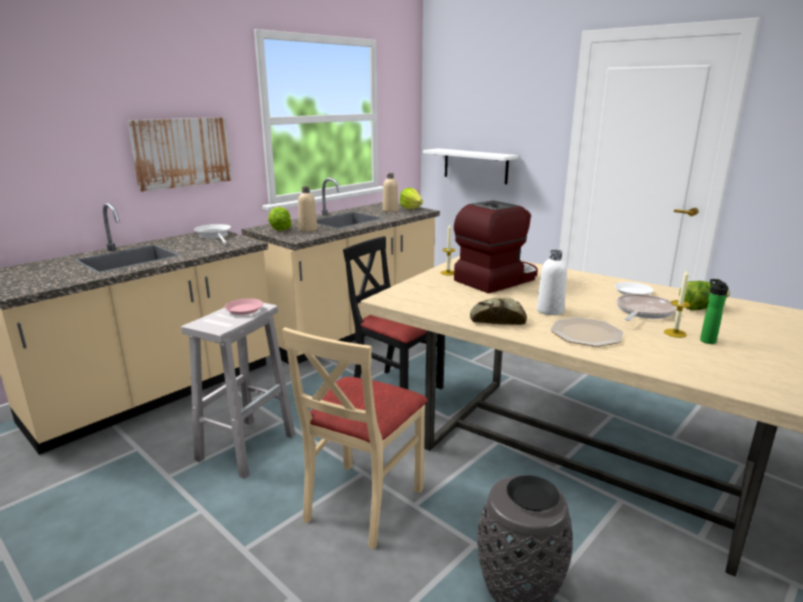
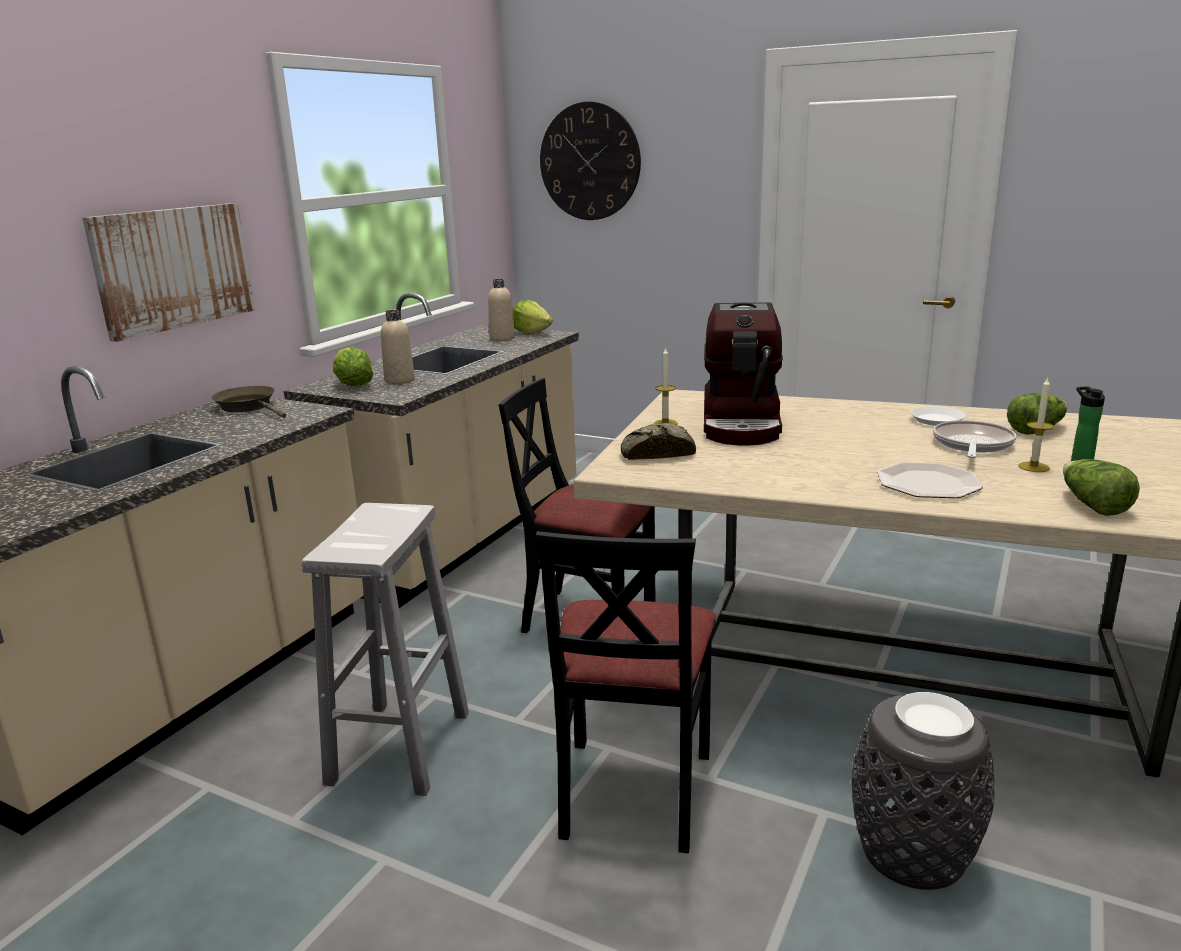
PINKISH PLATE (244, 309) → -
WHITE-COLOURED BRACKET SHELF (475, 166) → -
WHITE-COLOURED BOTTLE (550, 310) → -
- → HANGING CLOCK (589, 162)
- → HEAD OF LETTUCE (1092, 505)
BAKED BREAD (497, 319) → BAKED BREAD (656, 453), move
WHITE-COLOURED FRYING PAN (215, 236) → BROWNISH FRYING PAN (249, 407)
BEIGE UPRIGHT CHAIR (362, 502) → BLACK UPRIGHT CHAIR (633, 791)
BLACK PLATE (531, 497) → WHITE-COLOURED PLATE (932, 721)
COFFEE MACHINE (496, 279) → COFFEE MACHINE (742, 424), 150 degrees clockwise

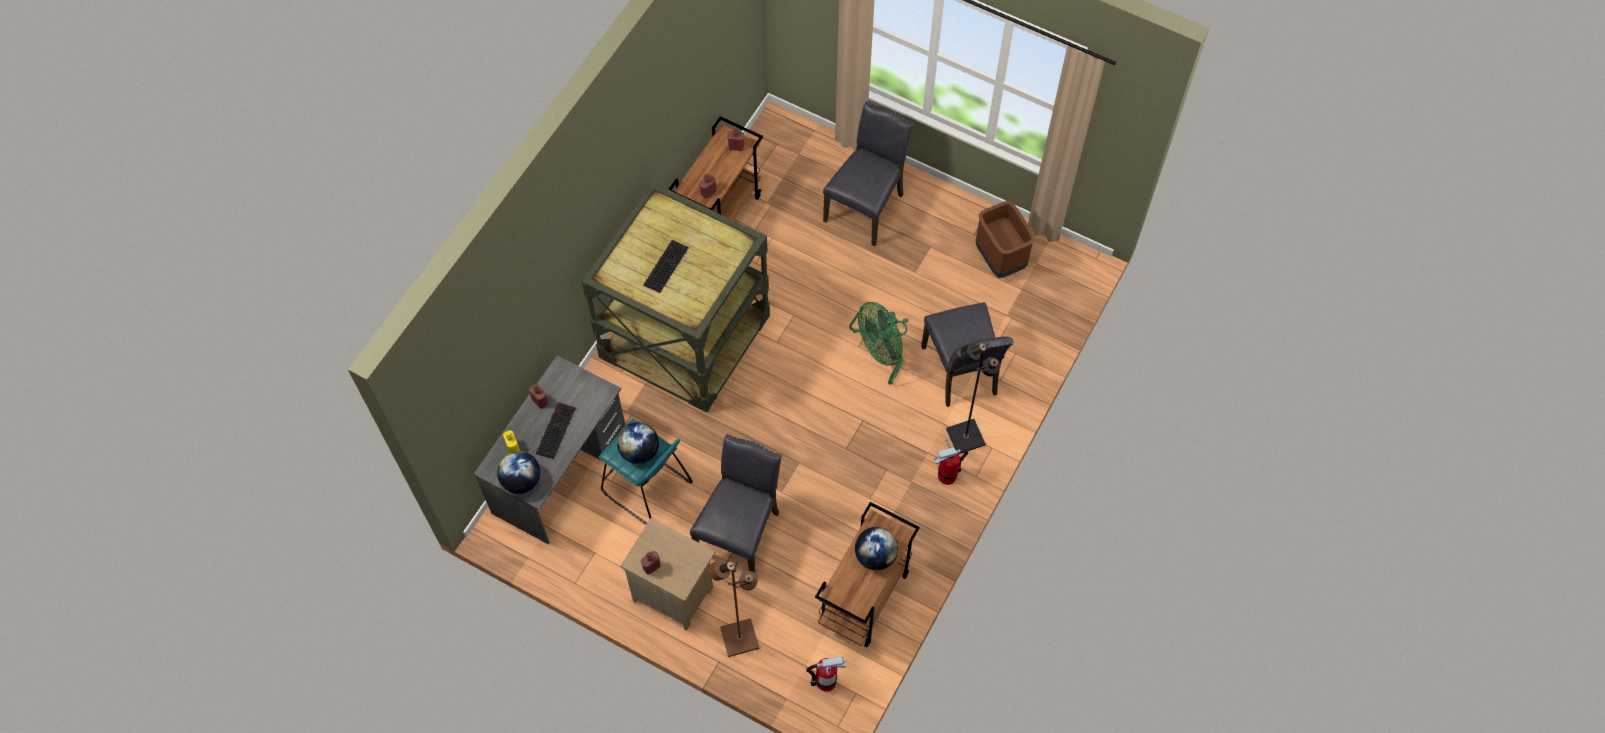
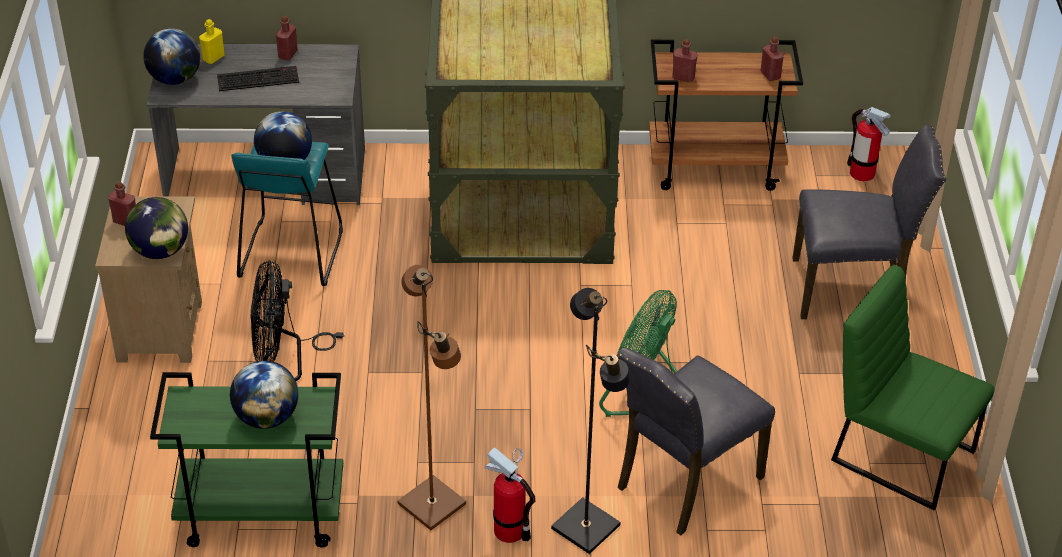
COMPUTER KEYBOARD (665, 265) → -
- → WORLD GLOBE (160, 251)
BROWNISH STANDING LAMP (739, 638) → BROWNISH STANDING LAMP (432, 504), move
FIRE-FIGHTING CYLINDER (825, 681) → FIRE-FIGHTING CYLINDER (861, 173), move
GREY UPRIGHT CHAIR (740, 532) → BLACK COOLING FAN (284, 357)
BROWNISH TRASH CAN (999, 260) → GREENISH UPRIGHT CHAIR (899, 453)
BROWNISH TROLLEY (864, 599) → GREENISH TROLLEY (260, 516)

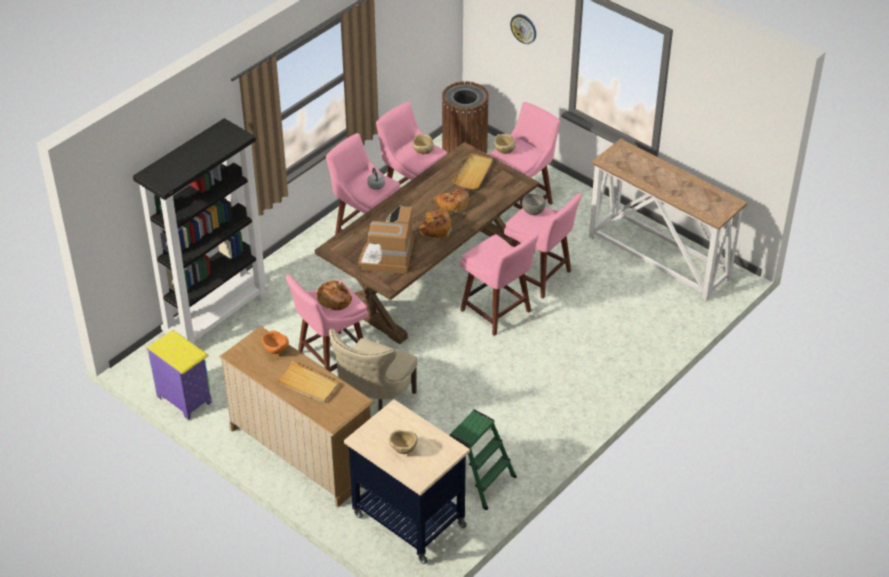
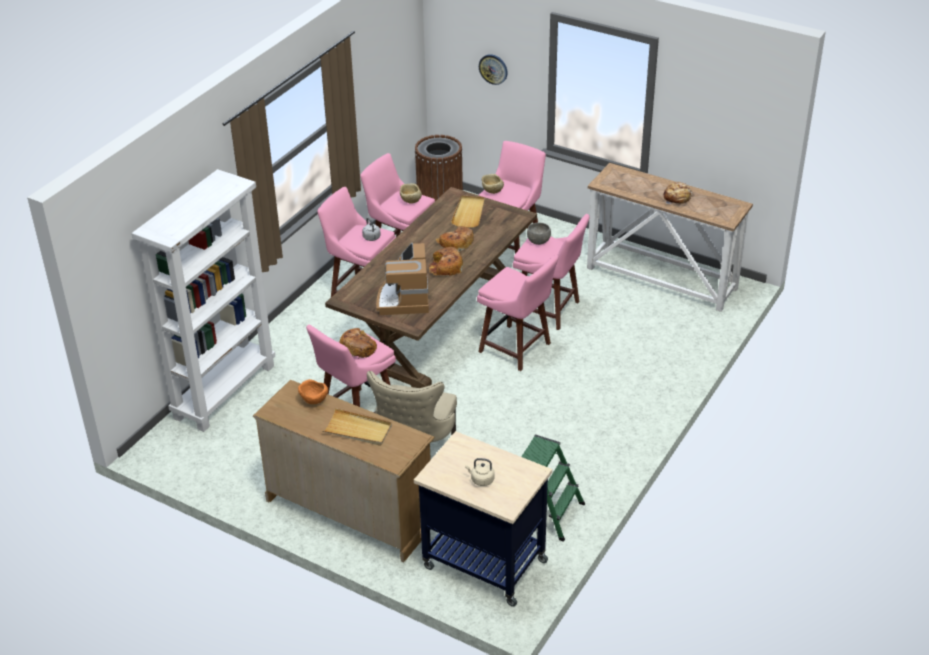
NIGHTSTAND (184, 398) → -
- → BAKED BREAD (677, 198)
BEIGE SERVING BOWL (403, 450) → BEIGE TEA KETTLE (481, 480)
BLACK BOOKSHELF (217, 316) → WHITE-COLOURED BOOKSHELF (224, 391)

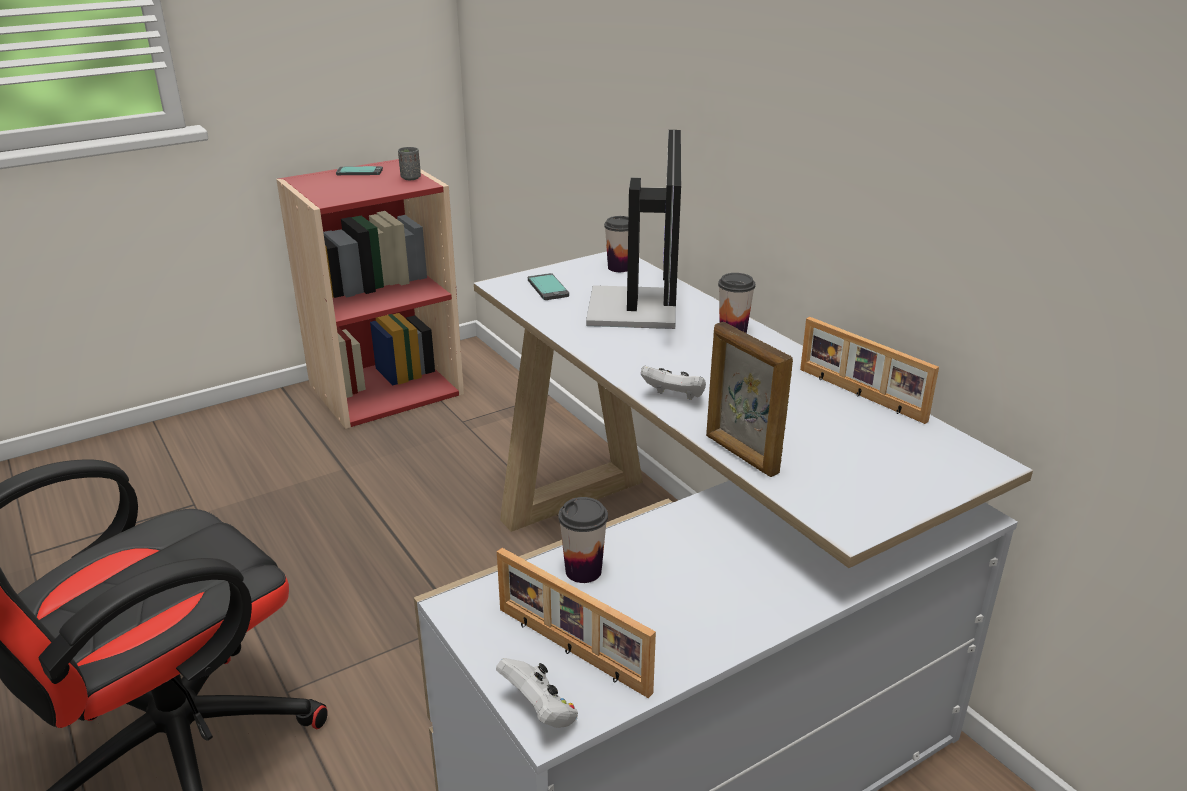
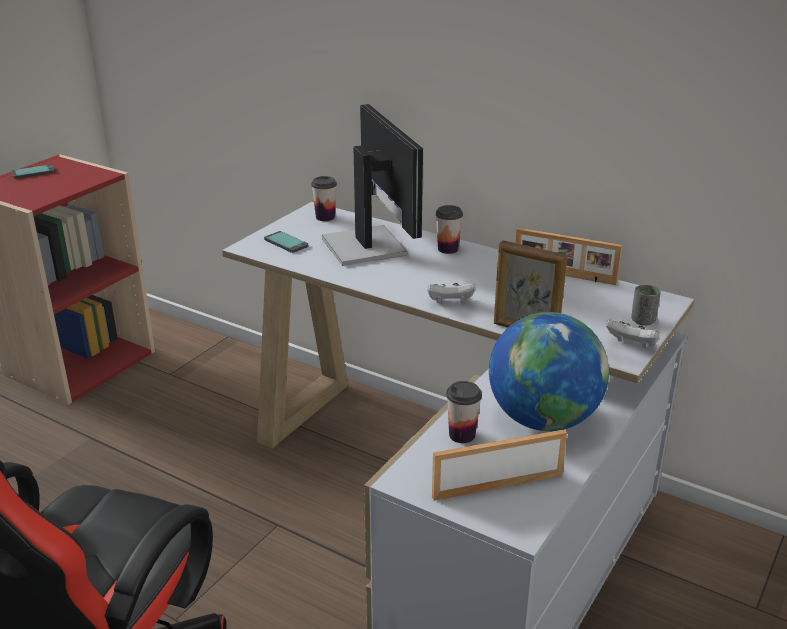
- → WORLD GLOBE (543, 419)
GREY DRINKING CUP (410, 178) → GREY DRINKING CUP (643, 321), move
WHITE-COLOURED JOYPAD (540, 712) → WHITE-COLOURED JOYPAD (631, 345), move
STANDING FRAME (570, 651) → STANDING FRAME (497, 485), 150 degrees clockwise

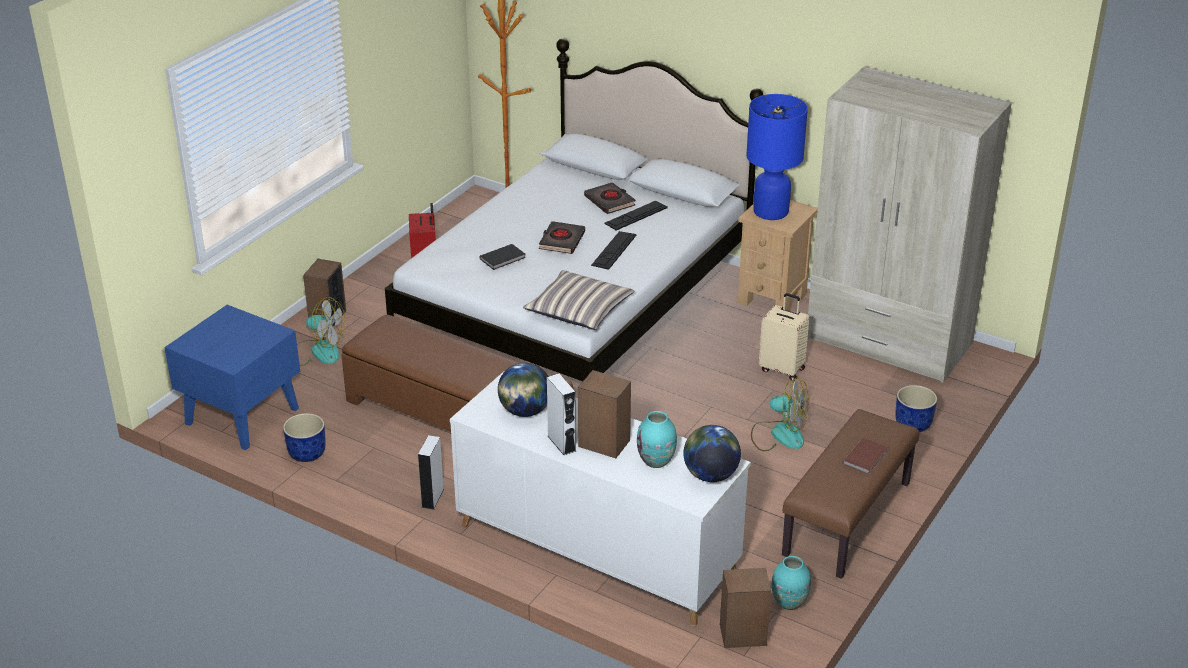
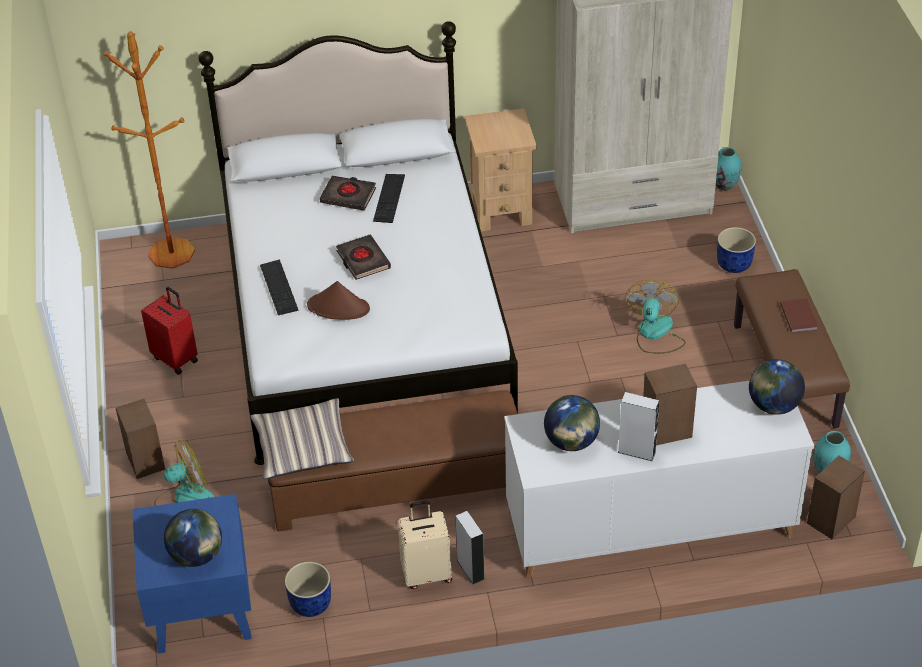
BLUE-COLOURED LAMP FOR A TABLE (771, 212) → -
- → WORLD GLOBE (197, 555)
THROW PILLOW (579, 310) → THROW PILLOW (303, 447), move
COMPUTER KEYBOARD (614, 250) → COMPUTER KEYBOARD (278, 287), move
BLUE-GREEN DECORATIVE VASE (656, 461) → BLUE-GREEN DECORATIVE VASE (724, 185), move
BEIGE TRAVEL CASE (782, 369) → BEIGE TRAVEL CASE (426, 574), move
BLACK BOOK (503, 258) → BROWNISH WEARABLE HAT (338, 307)
COOLING FAN (779, 434) → COOLING FAN (655, 334), 60 degrees counterclockwise

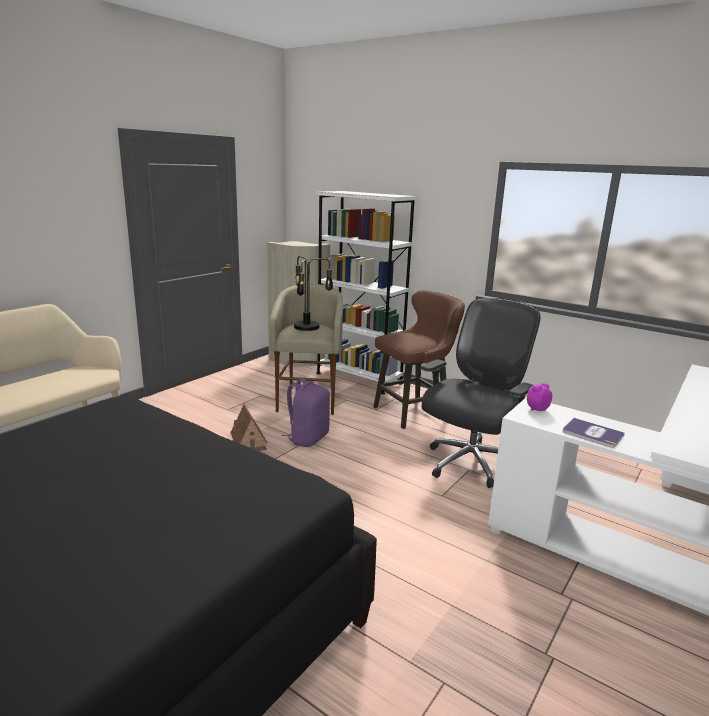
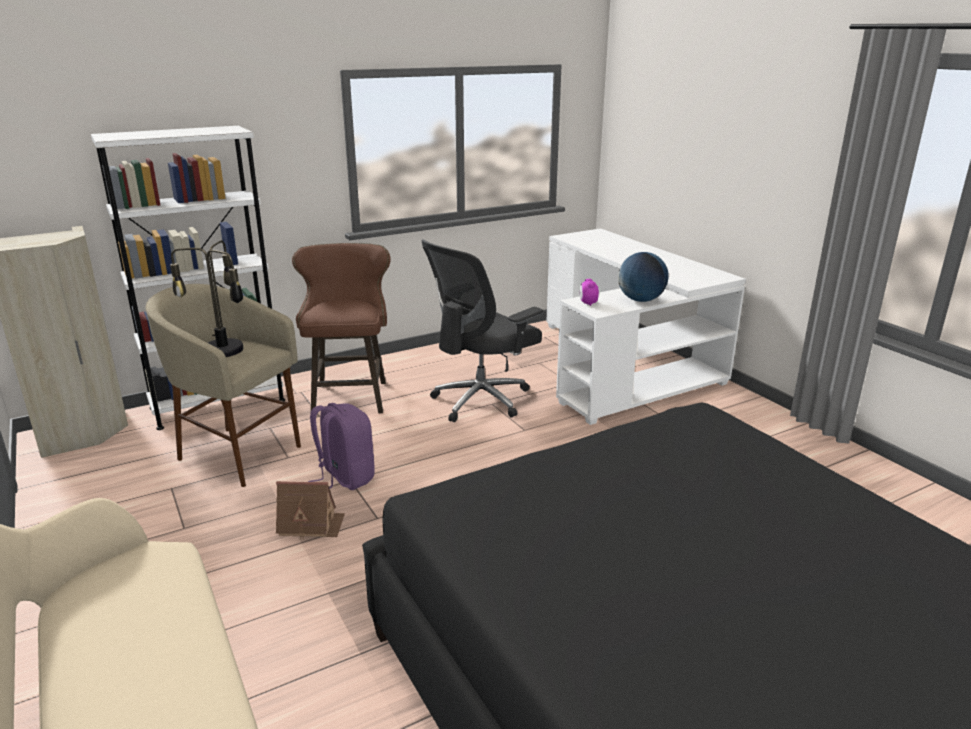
BOOK (592, 433) → WORLD GLOBE (640, 300)
OFFICE CHAIR (470, 463) → OFFICE CHAIR (481, 400), 105 degrees counterclockwise

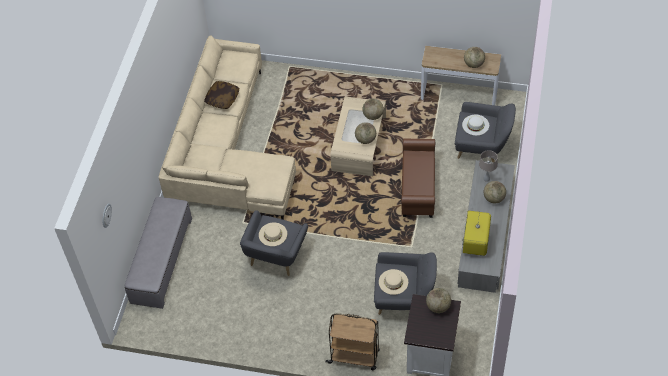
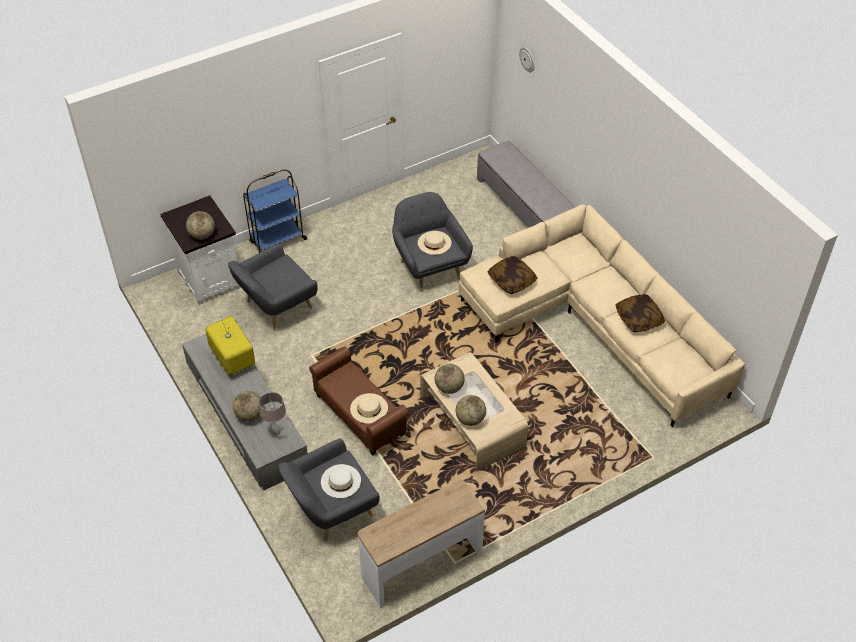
WORLD GLOBE (473, 64) → -
- → THROW PILLOW (512, 280)
BEIGE WEARABLE HAT (393, 282) → BEIGE WEARABLE HAT (369, 408), move
BROWNISH TROLLEY (354, 357) → BLUE-COLOURED TROLLEY (277, 241)

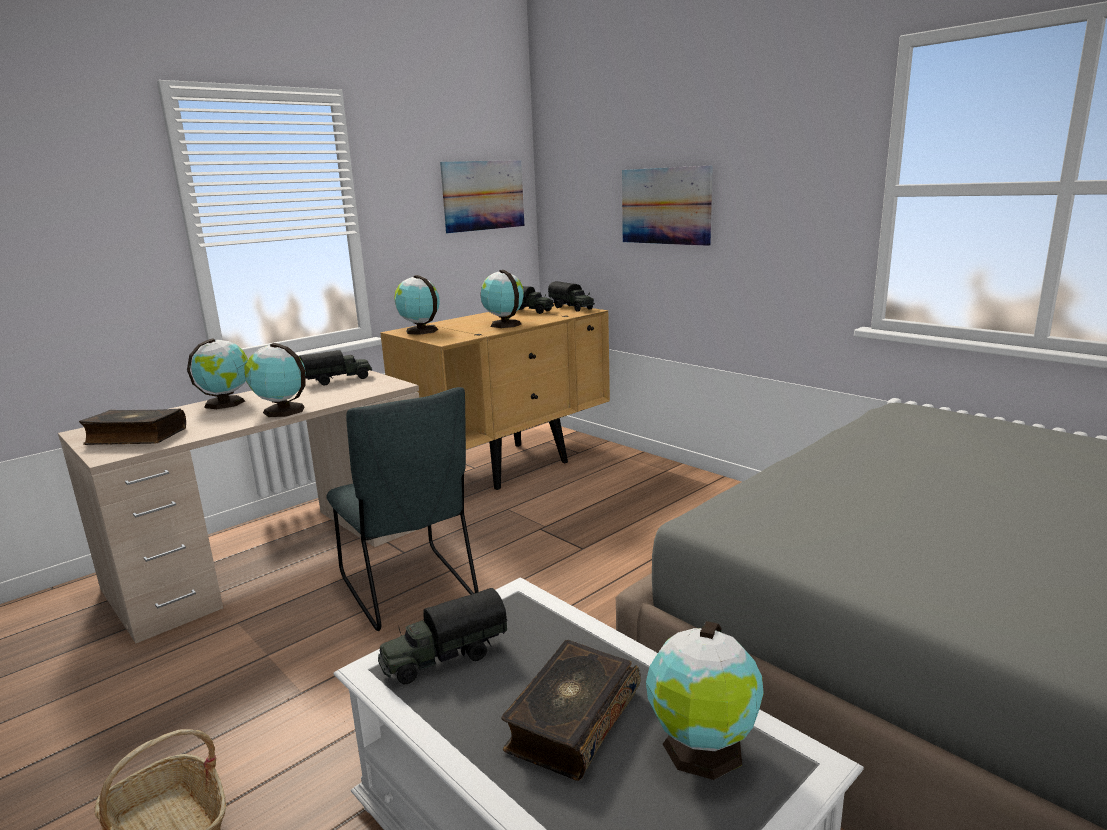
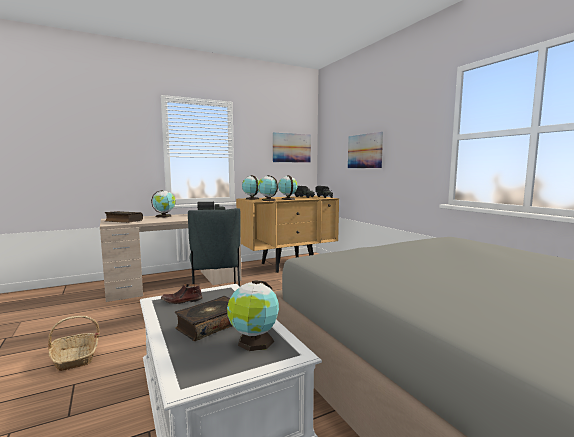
WORLD GLOBE (282, 411) → WORLD GLOBE (268, 200), move
TOY TRUCK (443, 658) → BROWNISH ITEM OF FOOTWEAR (182, 301)

